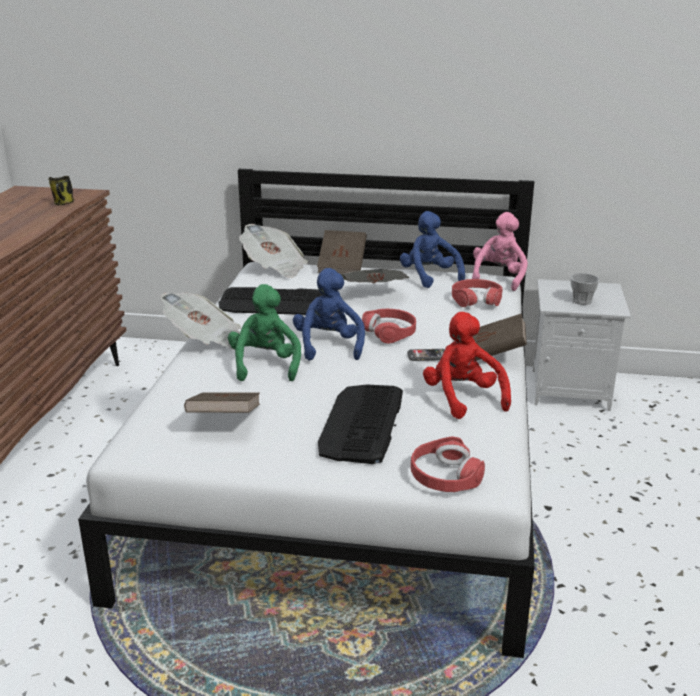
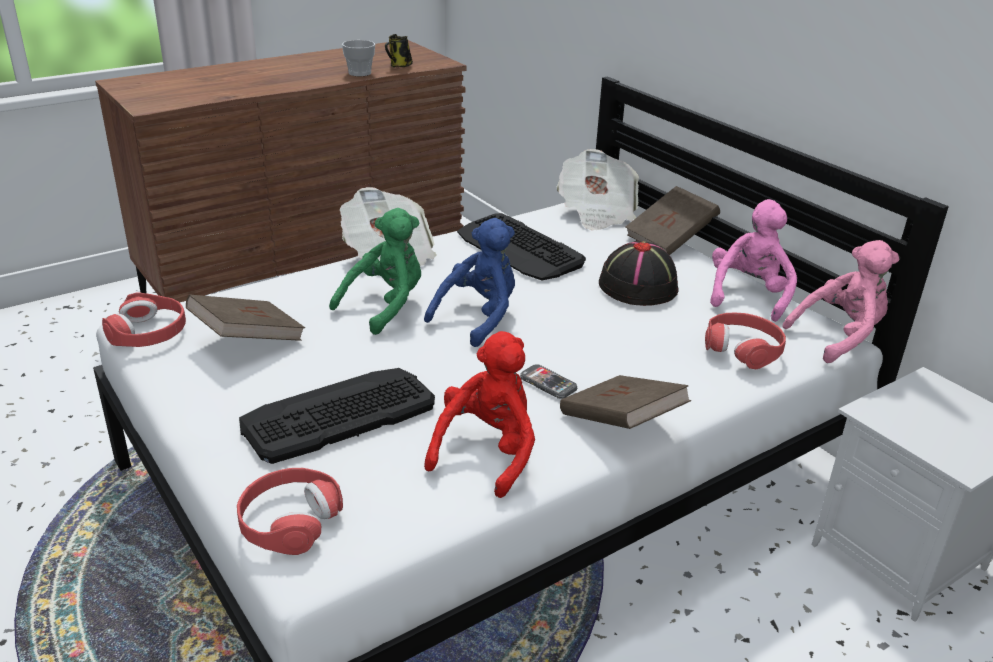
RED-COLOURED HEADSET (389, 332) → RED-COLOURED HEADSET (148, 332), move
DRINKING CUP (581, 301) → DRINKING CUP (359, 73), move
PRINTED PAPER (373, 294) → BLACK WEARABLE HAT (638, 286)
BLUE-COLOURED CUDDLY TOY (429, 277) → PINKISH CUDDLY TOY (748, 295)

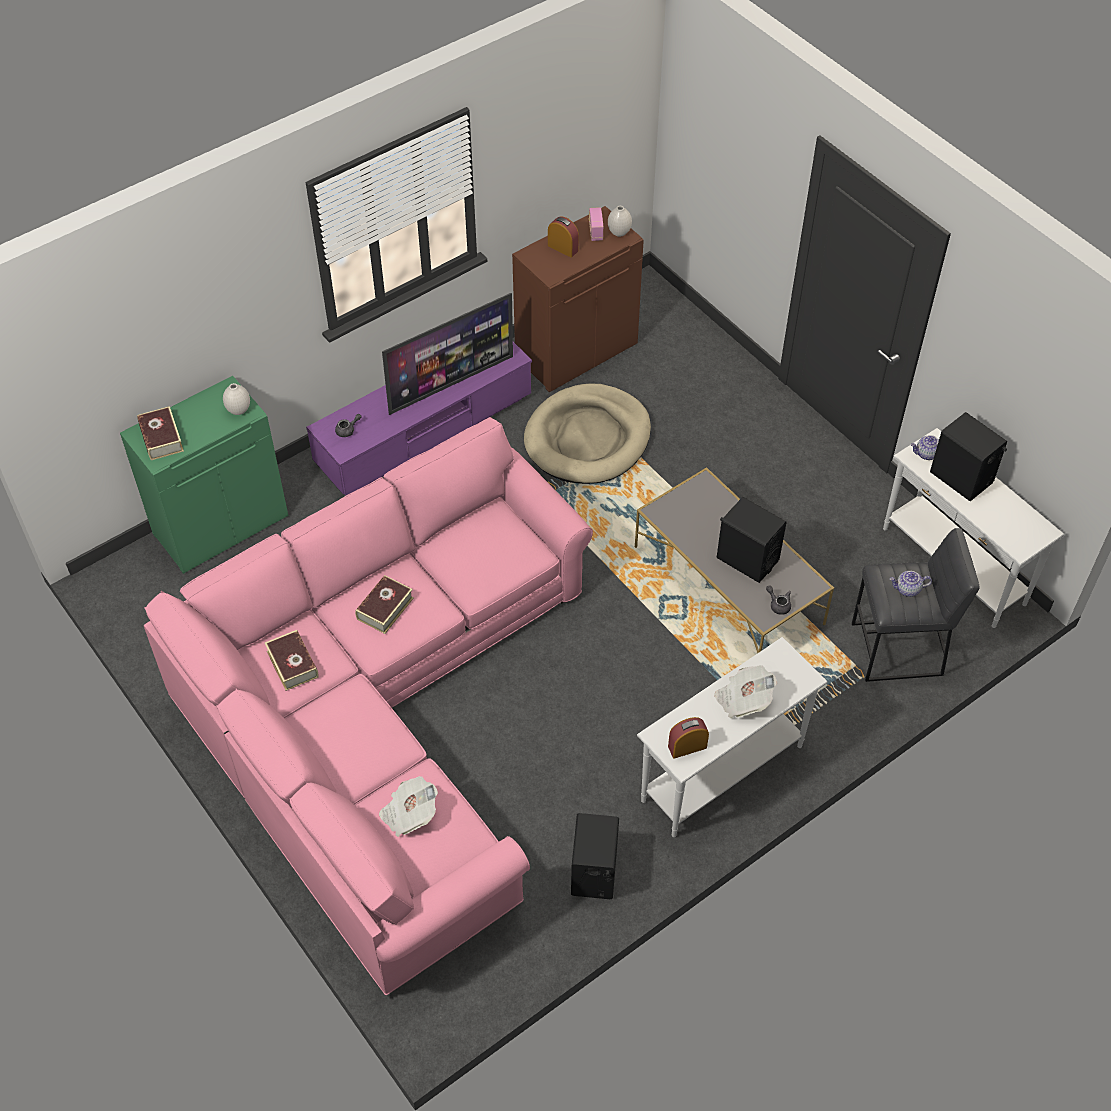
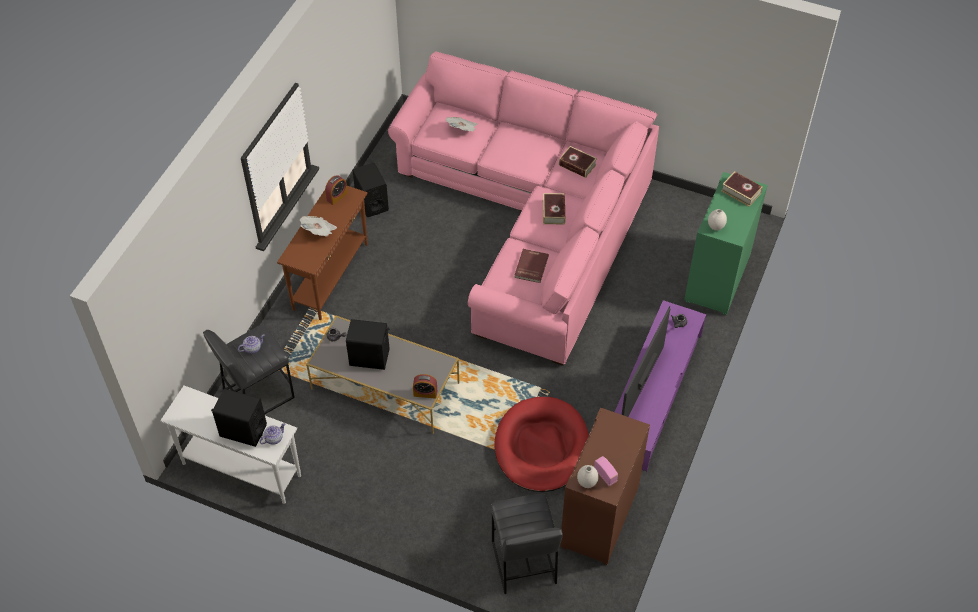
- → GREY STOOL (524, 563)
- → RED-COLOURED BOOK (530, 266)
ALARM CLOCK (563, 248) → ALARM CLOCK (425, 393), move
BEIGE DOG BED (587, 438) → RED-COLOURED DOG BED (541, 447)
WHITE-COLOURED HALL TABLE (722, 775) → BROWNISH HALL TABLE (330, 276)

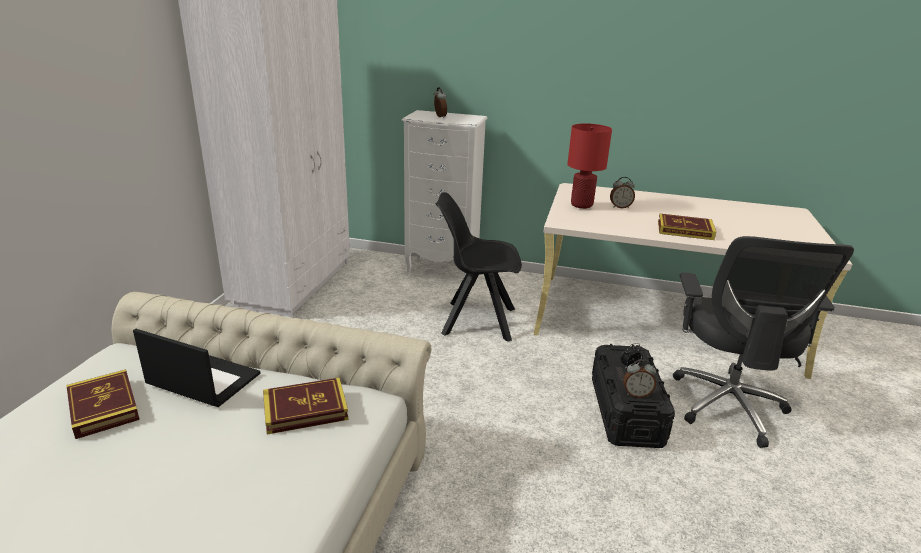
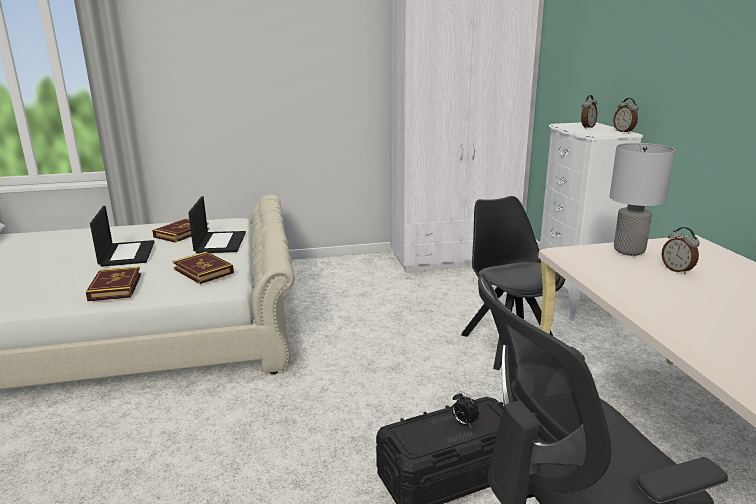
- → PORTABLE COMPUTER (127, 253)
ALARM CLOCK (636, 394) → ALARM CLOCK (624, 132), move
BOOK (685, 230) → BOOK (115, 287), move
RED-COLOURED LAMP FOR A TABLE (581, 206) → GREY LAMP FOR A TABLE (629, 252)

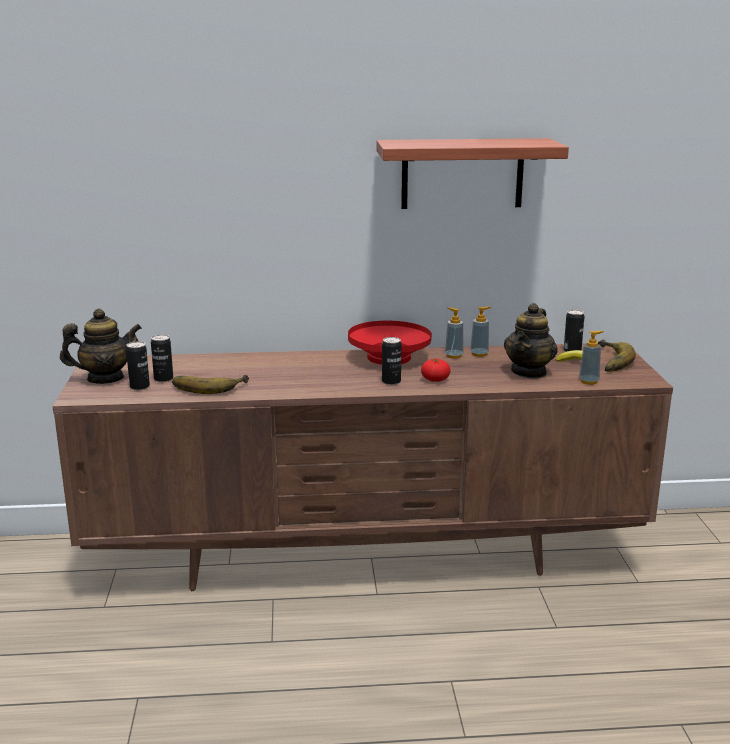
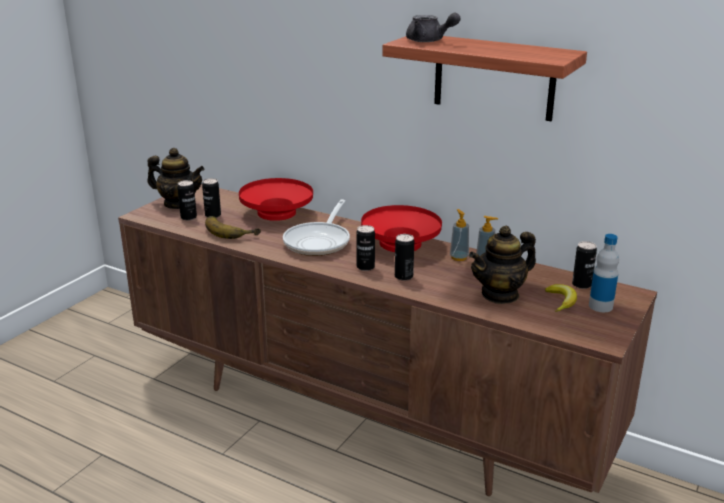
SOAP BOTTLE (589, 381) → -
- → RED-COLOURED SERVING BOWL (277, 213)
- → FRYING PAN (319, 241)
- → GREY TEAPOT (429, 41)
WHOLE TOMATO (435, 380) → METAL CAN (403, 276)
BANANA FRUIT (607, 360) → BOTTLE (600, 306)

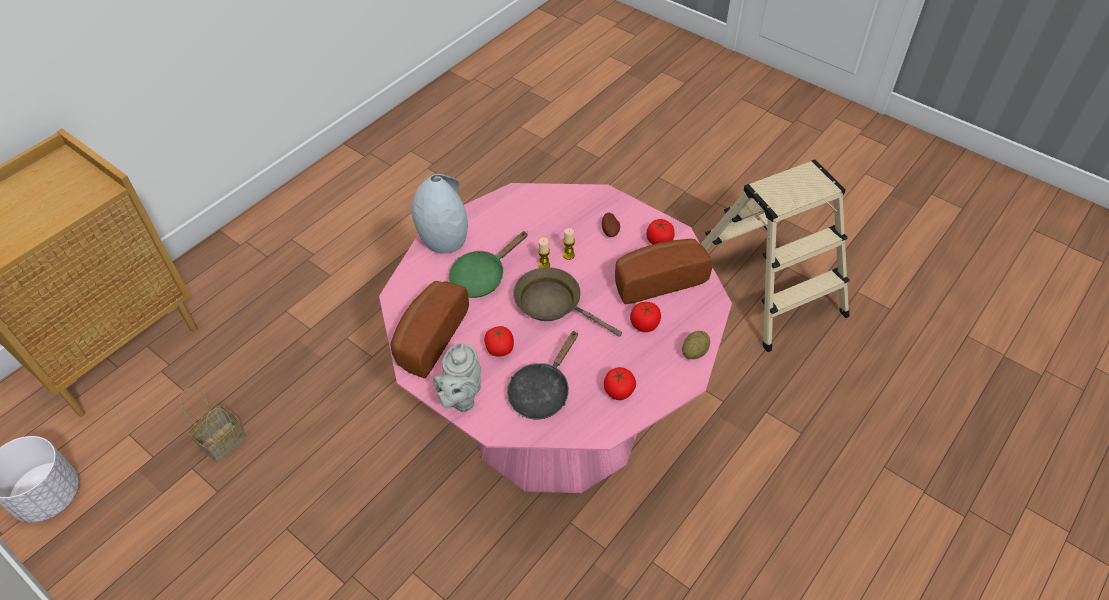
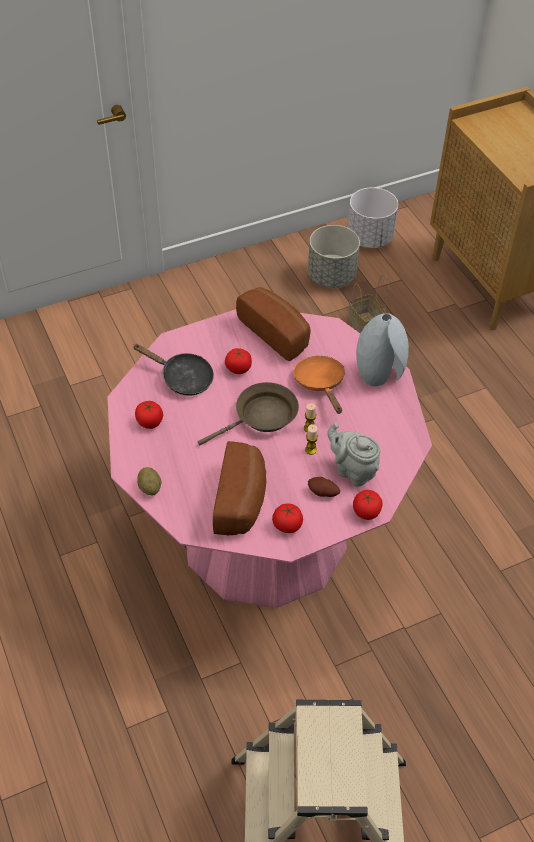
- → GREY FLOWER POT (332, 277)
GREY TEAPOT (461, 397) → GREY TEAPOT (352, 470), move
WHOLE TOMATO (644, 324) → WHOLE TOMATO (366, 512), move
GREENISH FRYING PAN (482, 277) → ORANGE FRYING PAN (321, 383)
BLACK FRYING PAN (542, 391) → BLACK FRYING PAN (182, 378), 150 degrees clockwise

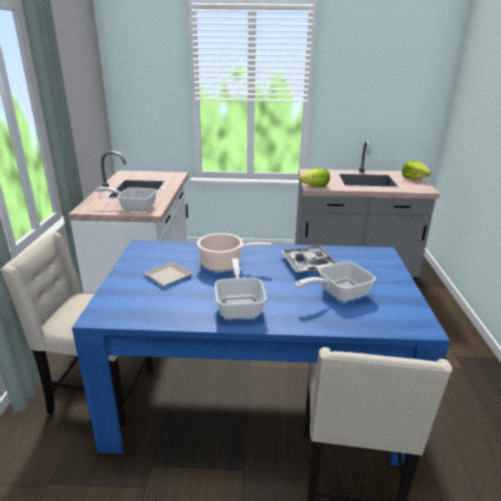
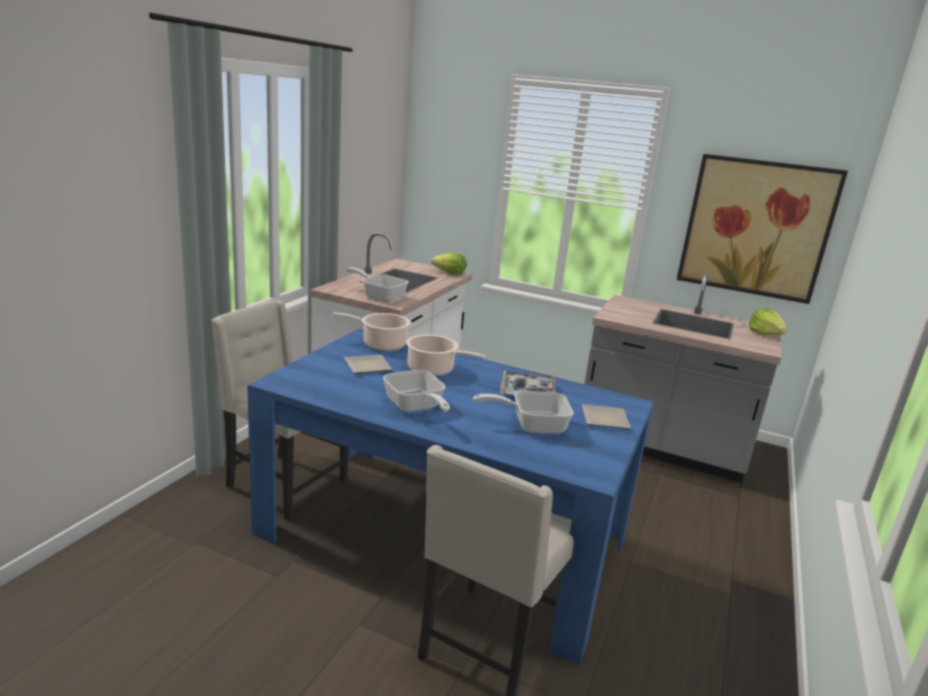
- → SAUCEPOT (381, 344)
- → PLATE (606, 419)
- → PICTURE (756, 228)
HEAD OF LETTUCE (315, 186) → HEAD OF LETTUCE (449, 273), move
FRYING PAN (240, 305) → FRYING PAN (415, 407), 135 degrees clockwise

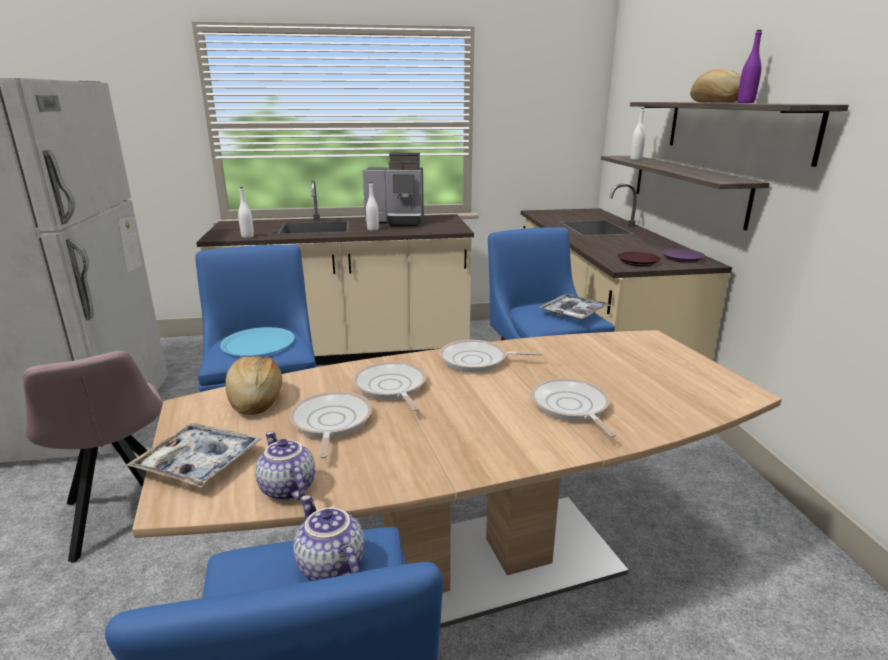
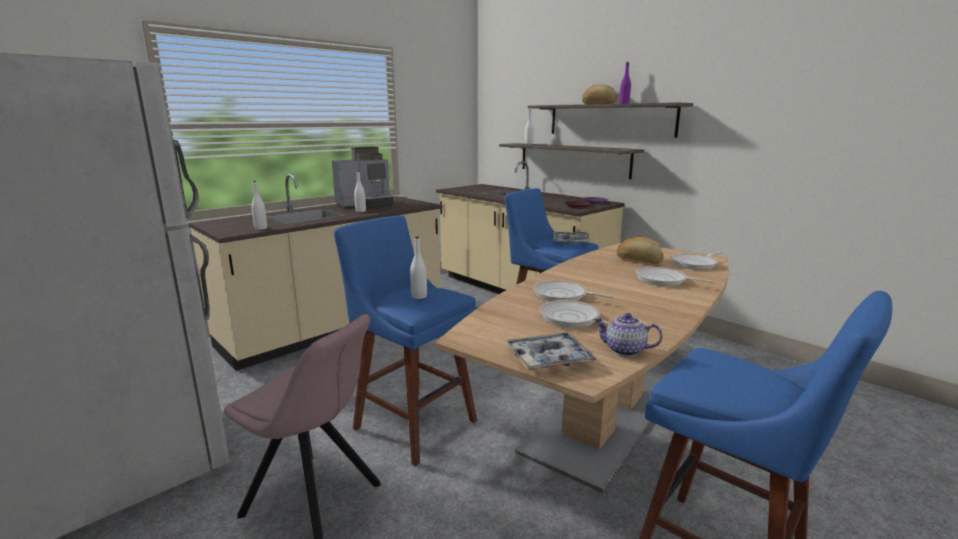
TEAPOT (329, 566) → -
BAKED BREAD (254, 399) → BAKED BREAD (639, 261), move
FRYING PAN (477, 361) → FRYING PAN (695, 264), move
BLUE-COLOURED PLATE (258, 343) → WHITE-COLOURED BOTTLE (419, 296)

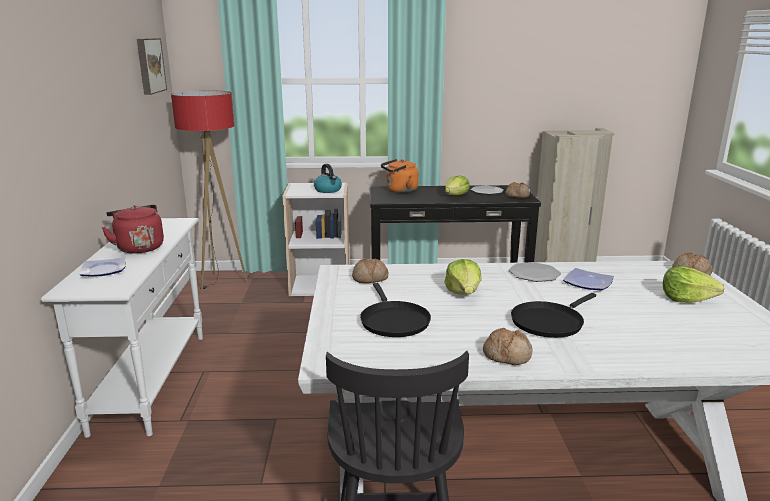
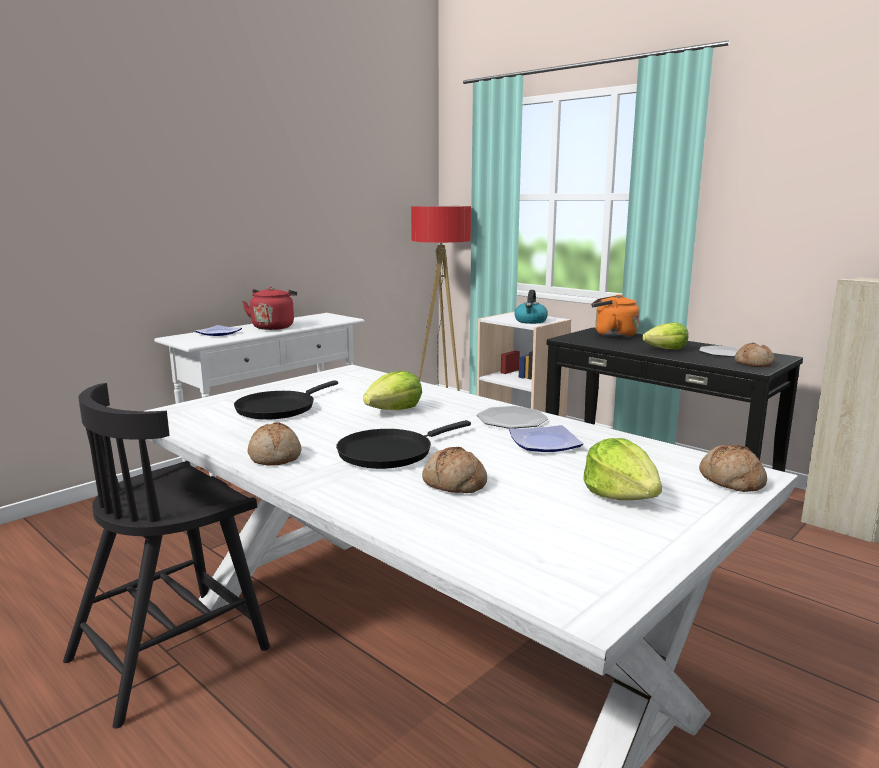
PICTURE (149, 65) → -
BAKED BREAD (370, 278) → BAKED BREAD (453, 484), move
BLACK FRYING PAN (549, 322) → BLACK FRYING PAN (390, 452), 45 degrees counterclockwise

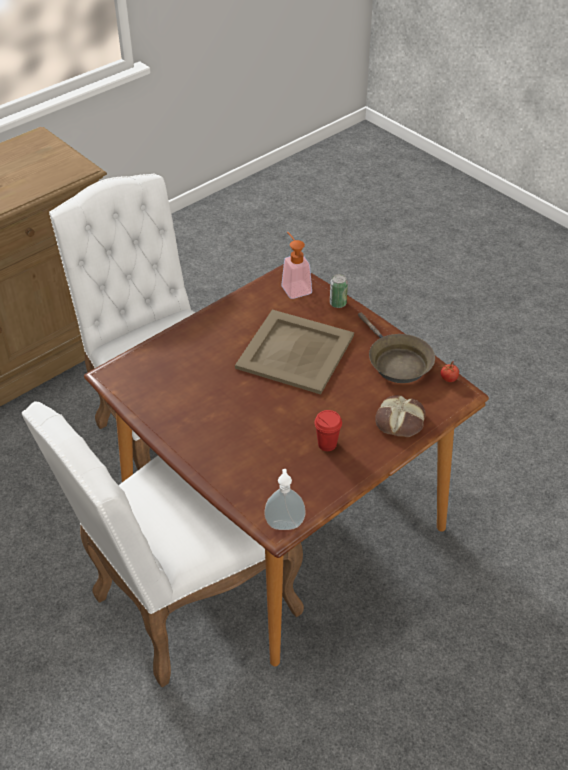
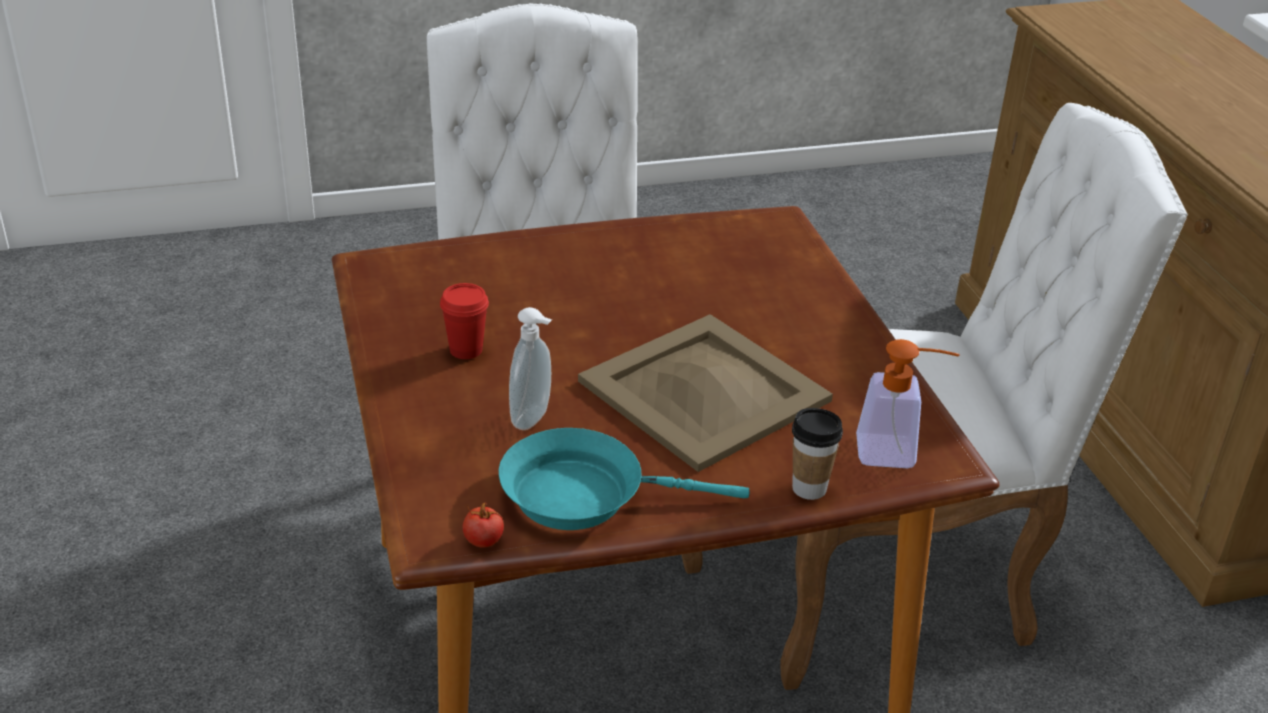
BAKED BREAD (400, 421) → -
SOAP BOTTLE (284, 524) → SOAP BOTTLE (533, 419), move
METAL CAN (338, 303) → DRINKING CUP (809, 488)
BROWNISH FRYING PAN (396, 362) → BLUE-GREEN FRYING PAN (584, 495)

